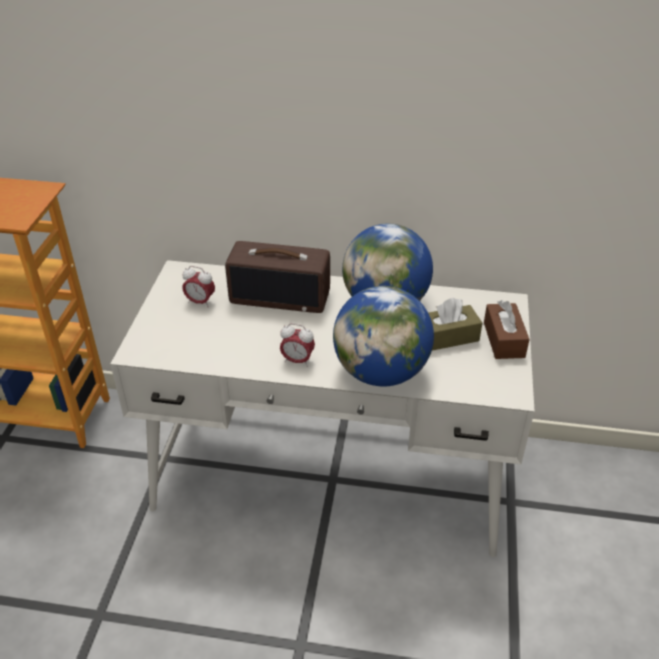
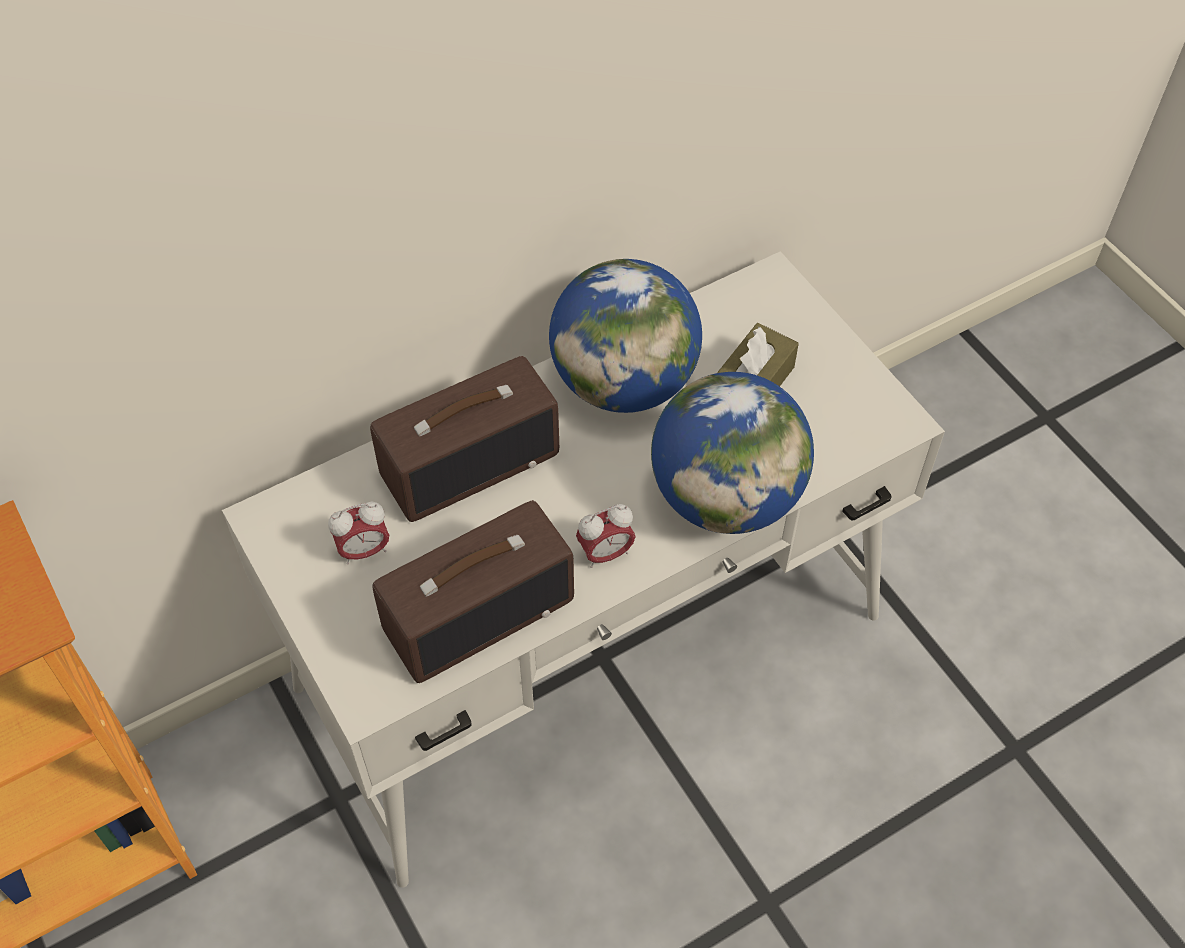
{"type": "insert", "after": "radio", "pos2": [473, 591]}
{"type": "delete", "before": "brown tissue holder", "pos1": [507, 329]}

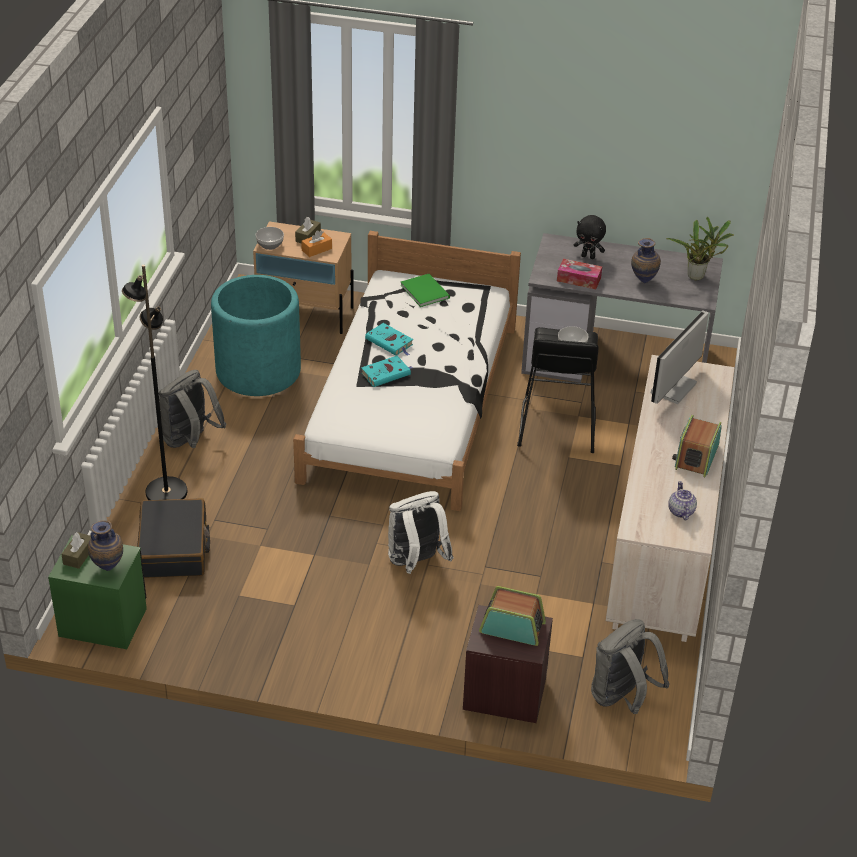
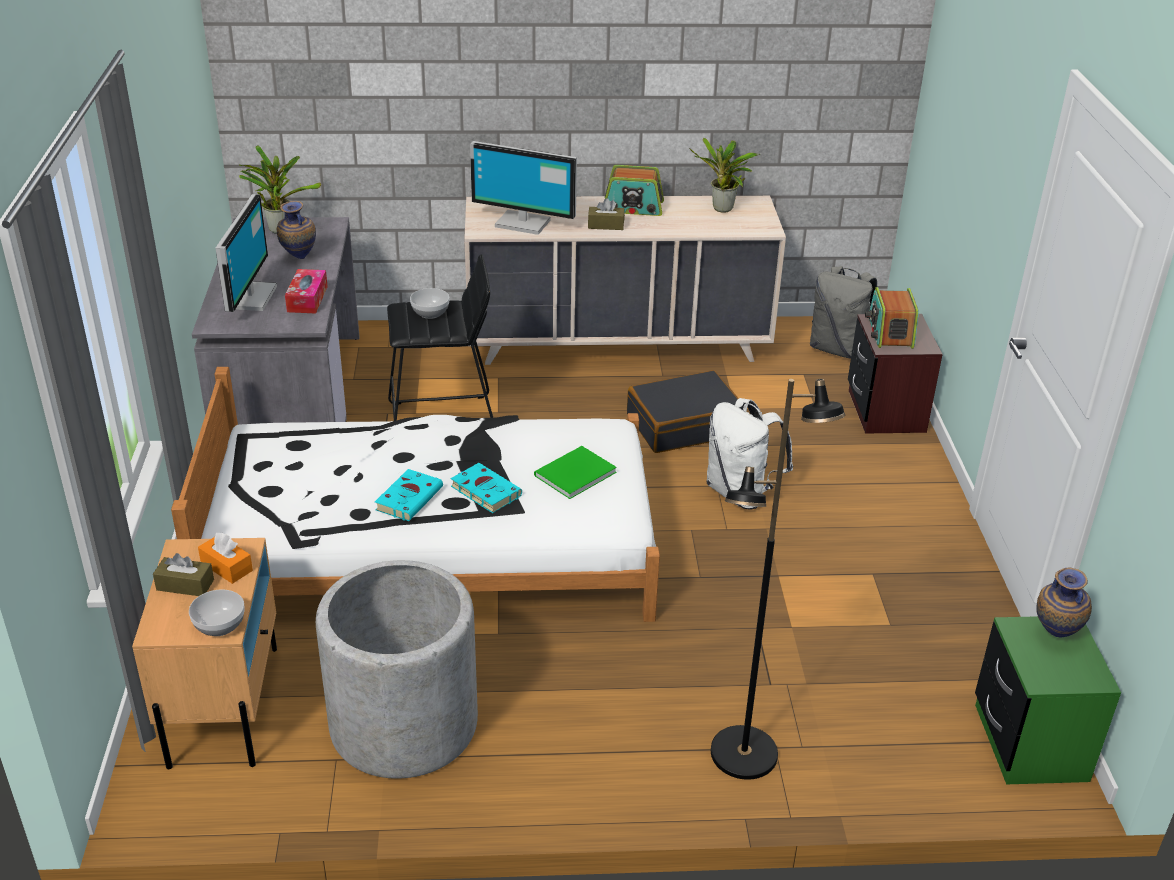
{"type": "replace", "before": "black plush toy", "after": "computer screen", "pos1": [590, 237], "pos2": [246, 253]}
{"type": "recolor", "before": "blue-green planter", "after": "greyish planter", "pos1": [256, 335], "pos2": [397, 669]}
{"type": "move", "before": "green-coloured book", "pos1": [425, 290], "pos2": [575, 472]}
{"type": "move", "before": "brown tissue holder", "pos1": [76, 550], "pos2": [606, 214]}
{"type": "move", "before": "black piece of luggage", "pos1": [173, 538], "pos2": [683, 411]}
{"type": "replace", "before": "tea pot", "after": "plant in a pot", "pos1": [682, 500], "pos2": [724, 175]}
{"type": "delete", "before": "greyish rucksack", "pos1": [192, 409]}

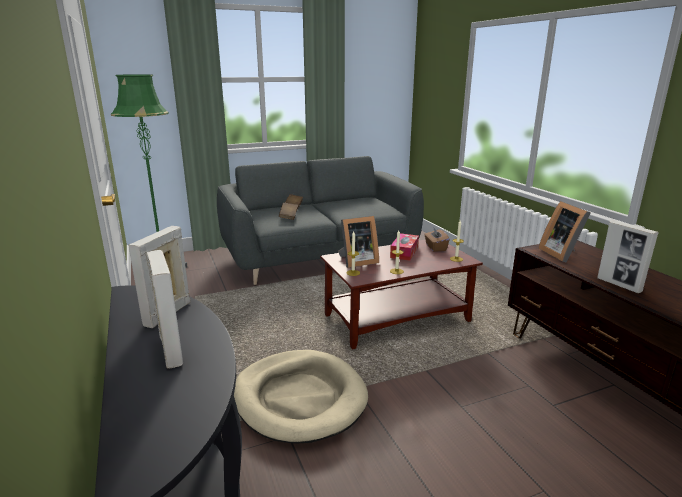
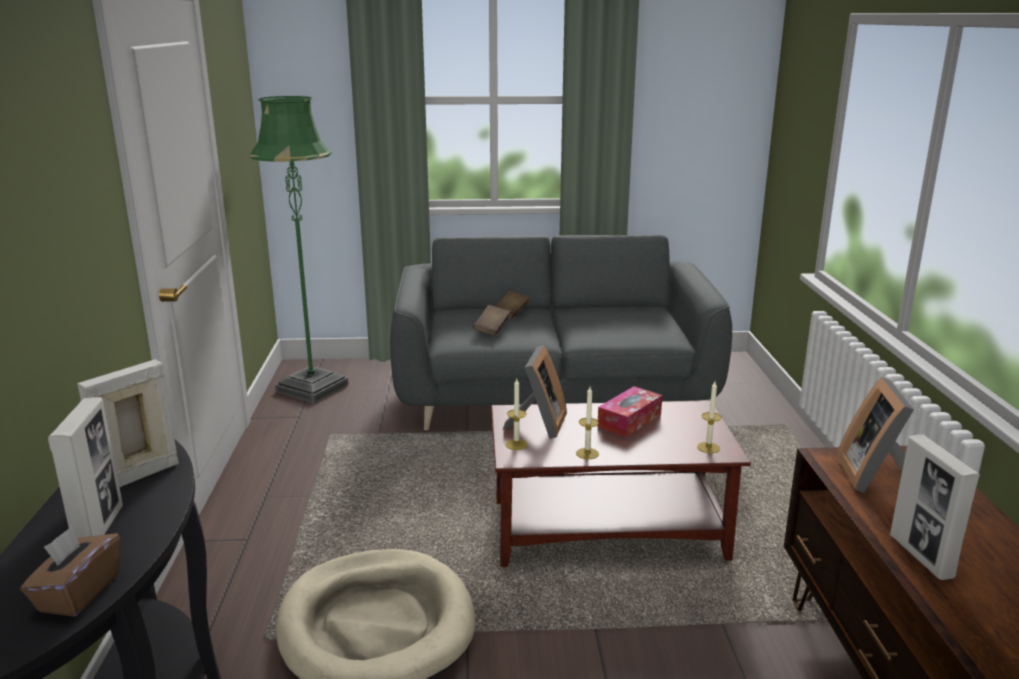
{"type": "move", "before": "brown tissue holder", "pos1": [437, 239], "pos2": [70, 571]}
{"type": "rotate", "before": "picture frame", "pos1": [358, 242], "pos2": [535, 392], "turn": -75}

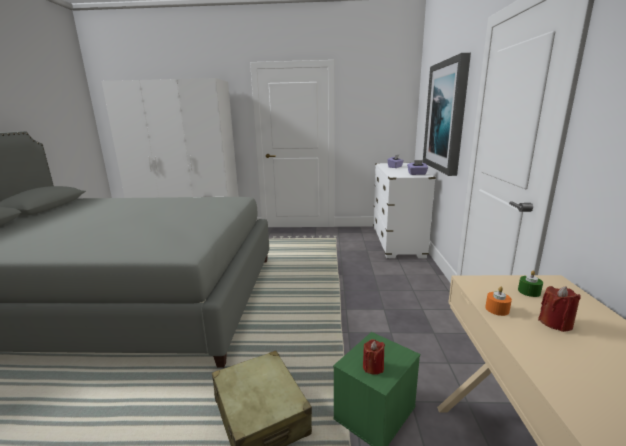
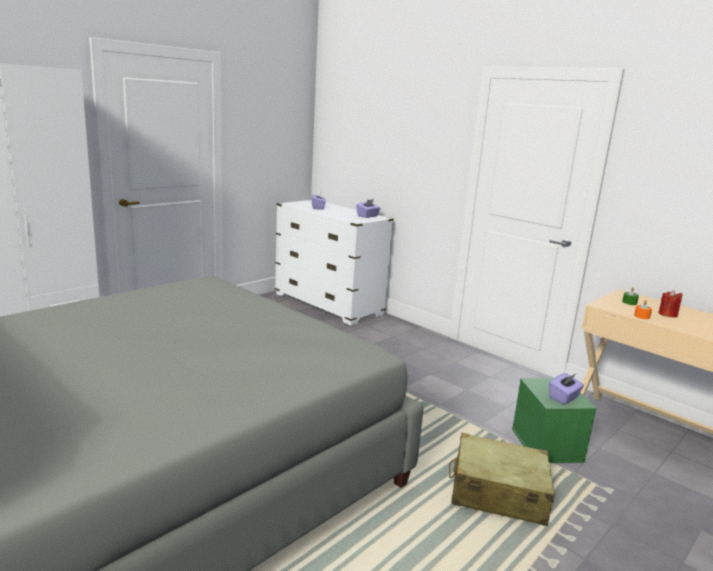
{"type": "replace", "before": "red-coloured candle", "after": "purple tissue holder", "pos1": [374, 357], "pos2": [566, 388]}
{"type": "delete", "before": "wall art", "pos1": [447, 114]}

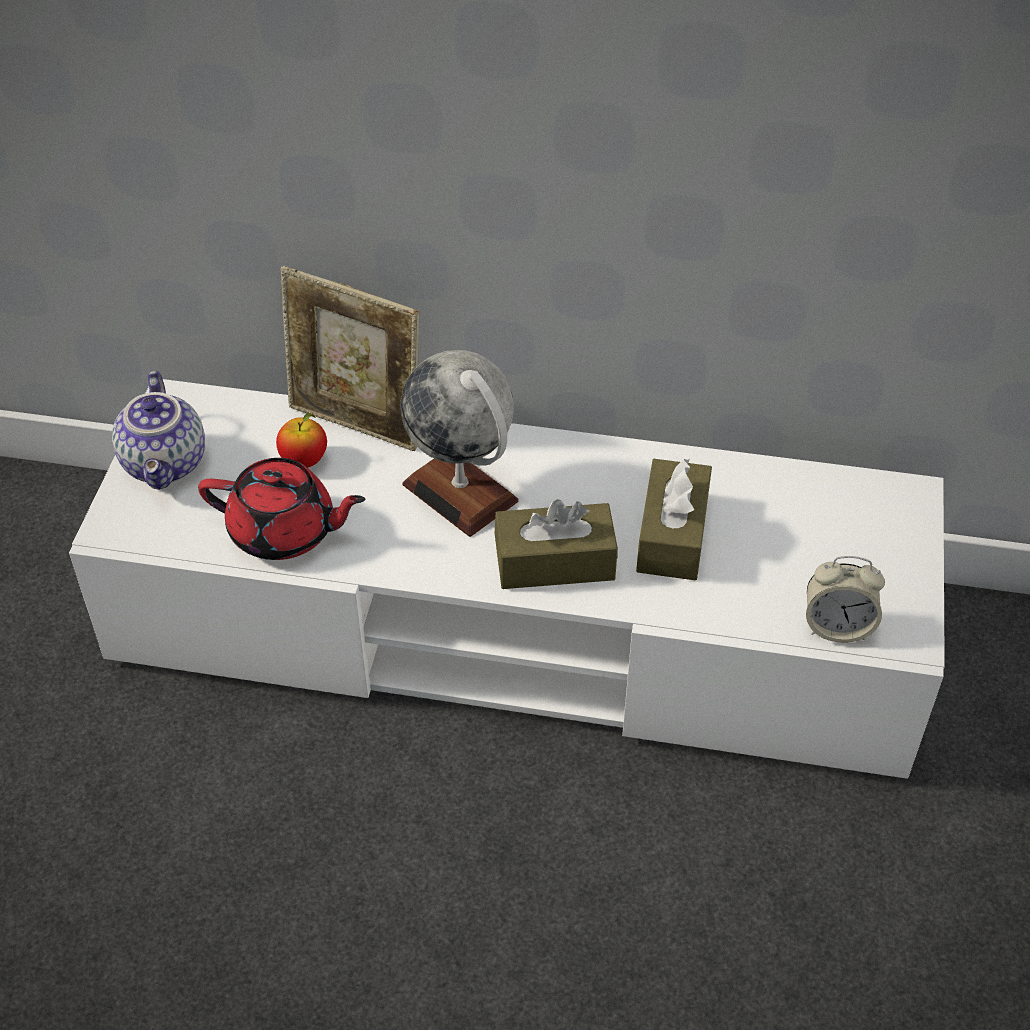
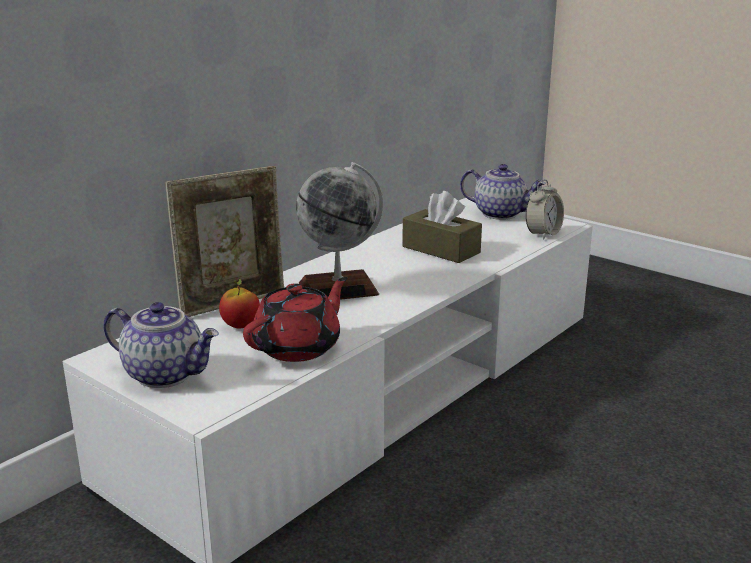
{"type": "insert", "after": "tea pot", "pos2": [503, 192]}
{"type": "delete", "before": "brown tissue holder", "pos1": [556, 544]}

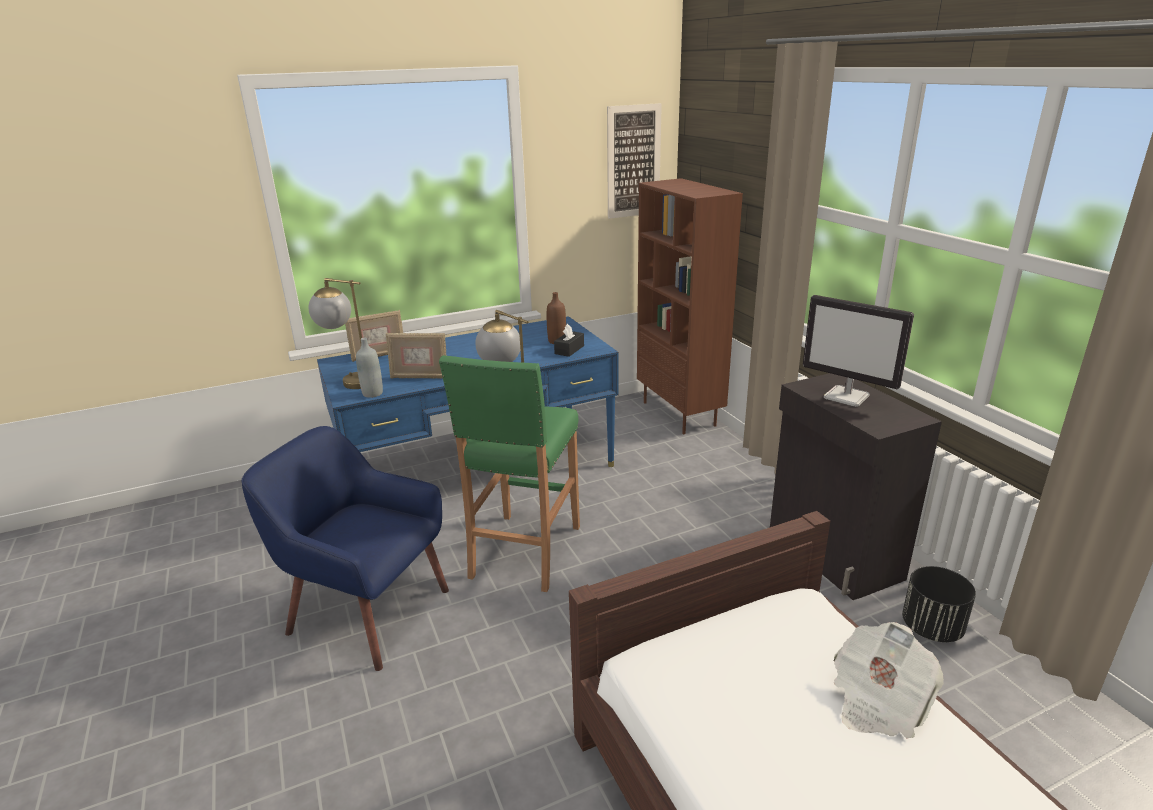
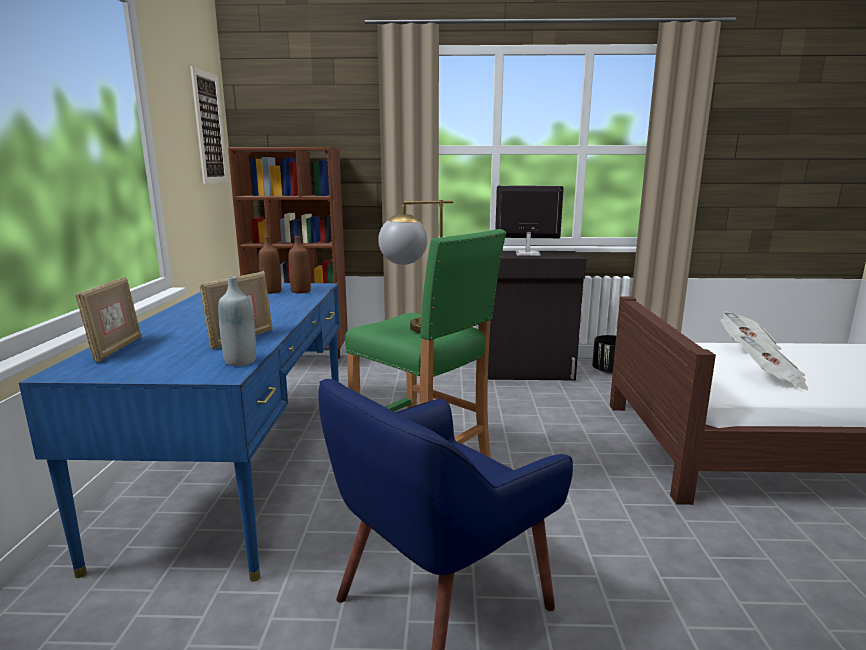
{"type": "replace", "before": "black tissue holder", "after": "brown drink bottle", "pos1": [569, 340], "pos2": [299, 264]}
{"type": "rotate", "before": "computer screen", "pos1": [858, 351], "pos2": [529, 221], "turn": -150}
{"type": "insert", "after": "printed paper", "pos2": [774, 363]}
{"type": "delete", "before": "lamp for a table", "pos1": [335, 333]}

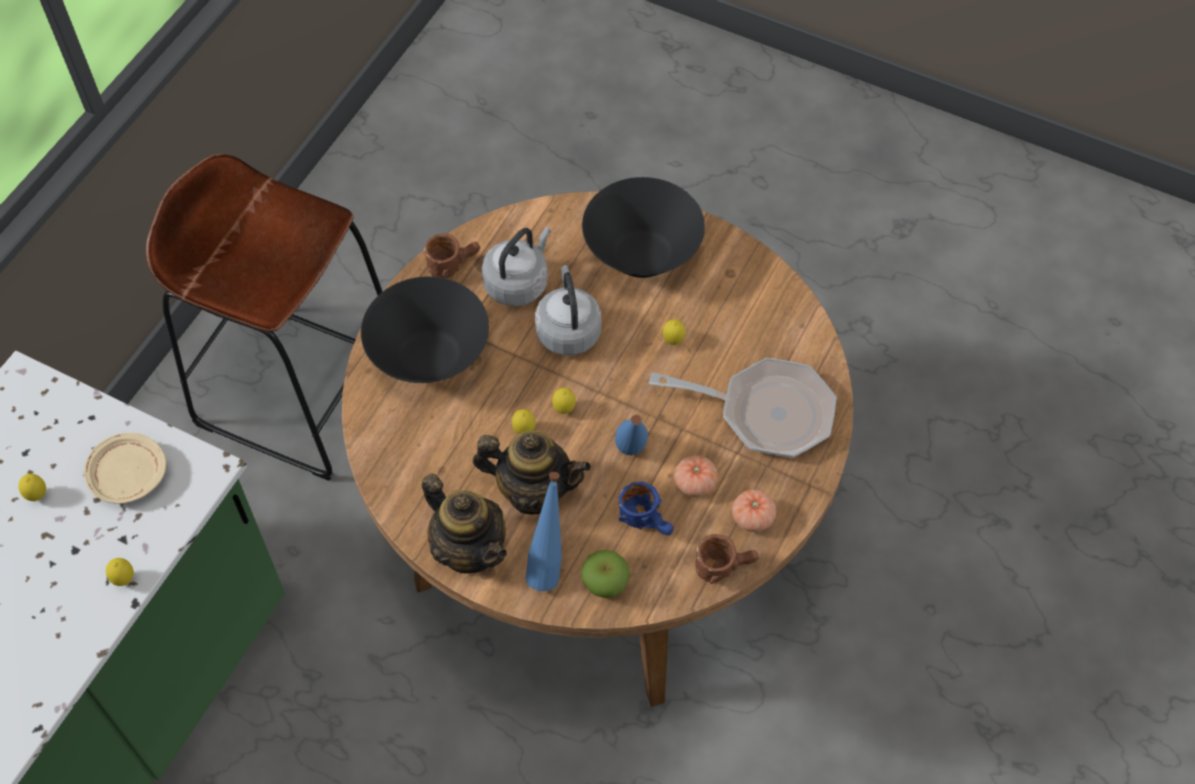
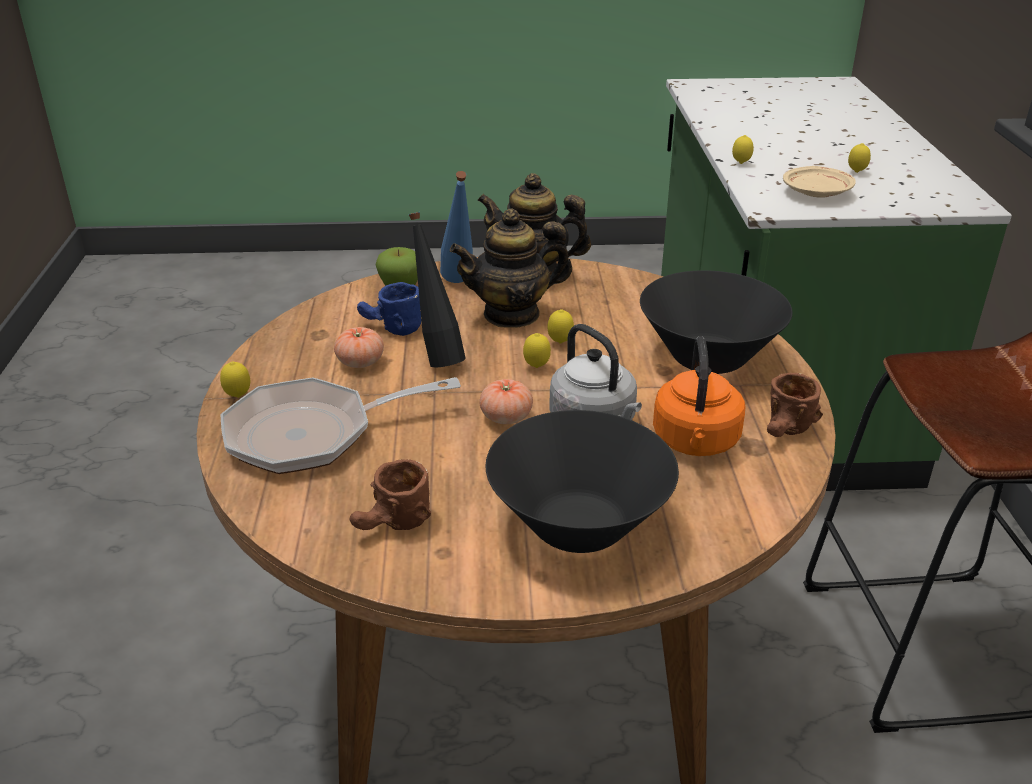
{"type": "move", "before": "whole lemon", "pos1": [674, 332], "pos2": [235, 380]}
{"type": "move", "before": "brown coffee mug", "pos1": [727, 559], "pos2": [390, 494]}
{"type": "recolor", "before": "blue drink bottle", "after": "black drink bottle", "pos1": [631, 435], "pos2": [437, 289]}
{"type": "move", "before": "fresh tomato", "pos1": [754, 511], "pos2": [506, 401]}
{"type": "recolor", "before": "greyish tea kettle", "after": "orange tea kettle", "pos1": [516, 266], "pos2": [699, 396]}

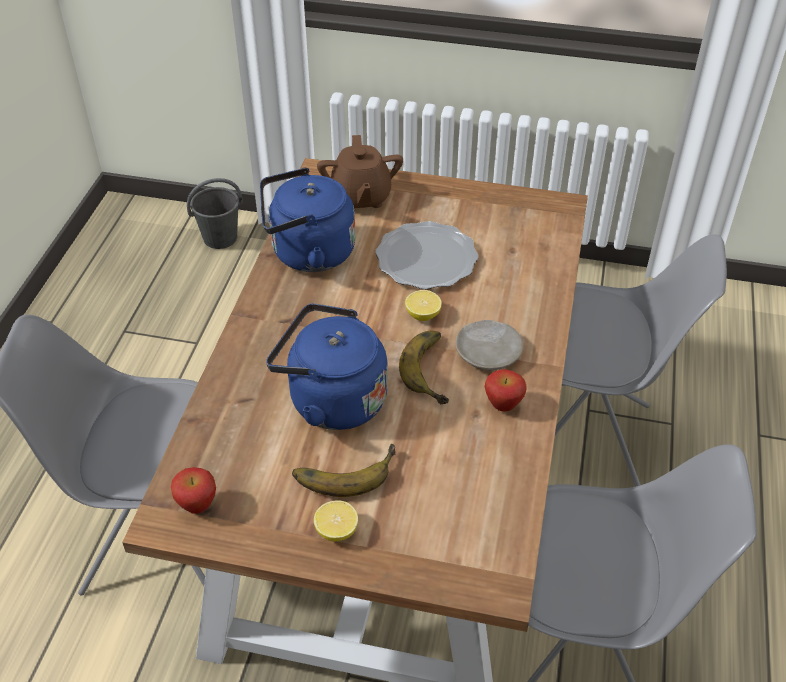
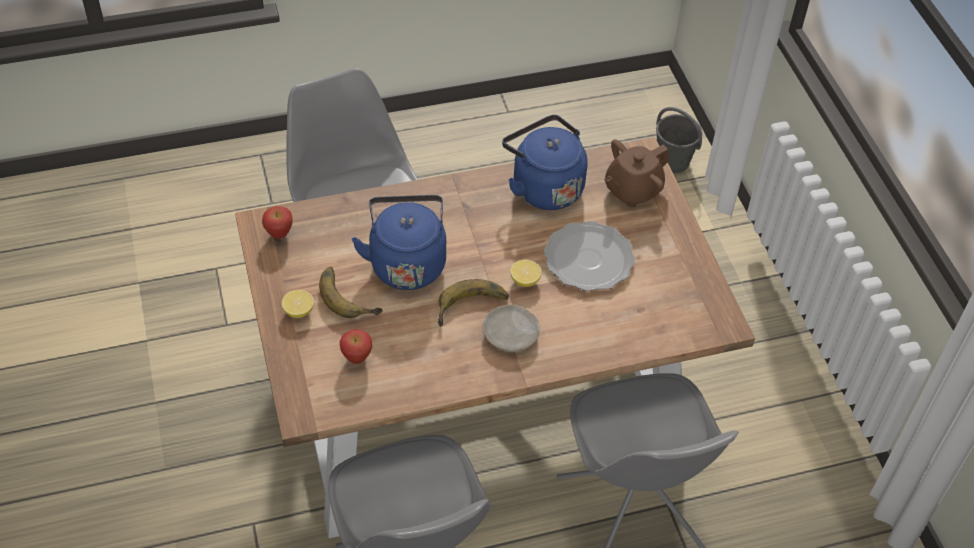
{"type": "move", "before": "whole apple", "pos1": [505, 390], "pos2": [355, 346]}

